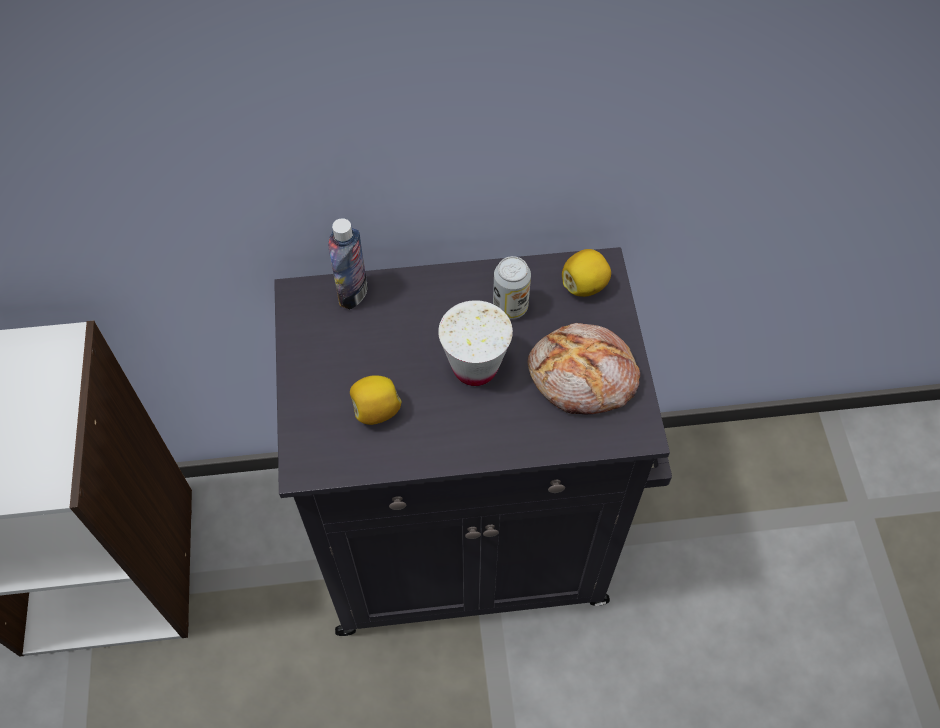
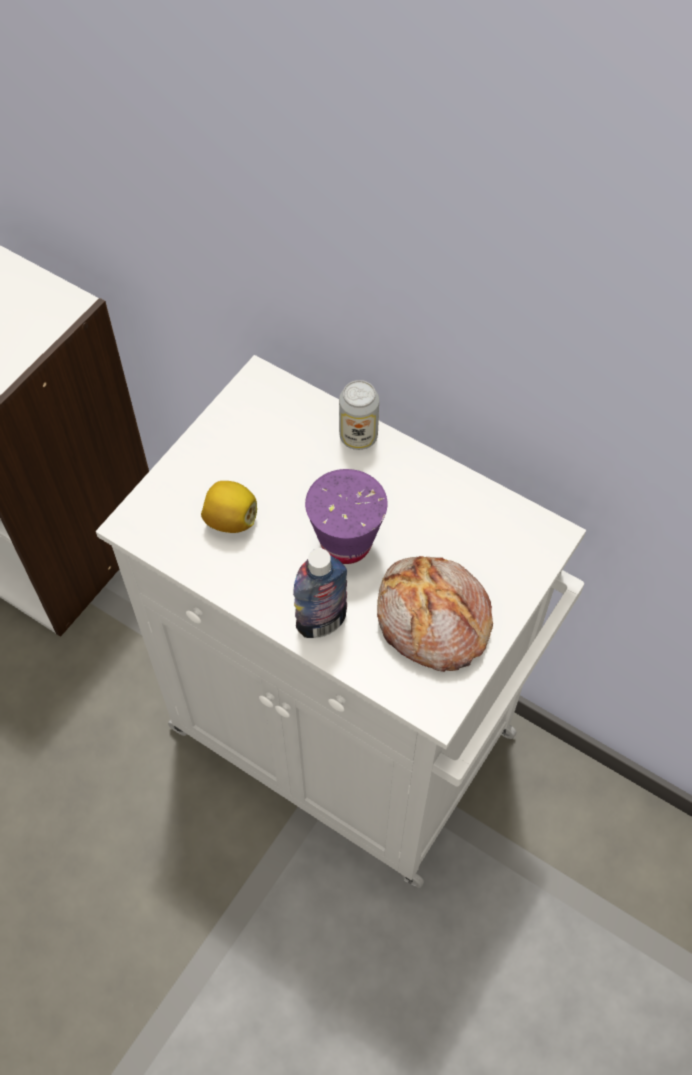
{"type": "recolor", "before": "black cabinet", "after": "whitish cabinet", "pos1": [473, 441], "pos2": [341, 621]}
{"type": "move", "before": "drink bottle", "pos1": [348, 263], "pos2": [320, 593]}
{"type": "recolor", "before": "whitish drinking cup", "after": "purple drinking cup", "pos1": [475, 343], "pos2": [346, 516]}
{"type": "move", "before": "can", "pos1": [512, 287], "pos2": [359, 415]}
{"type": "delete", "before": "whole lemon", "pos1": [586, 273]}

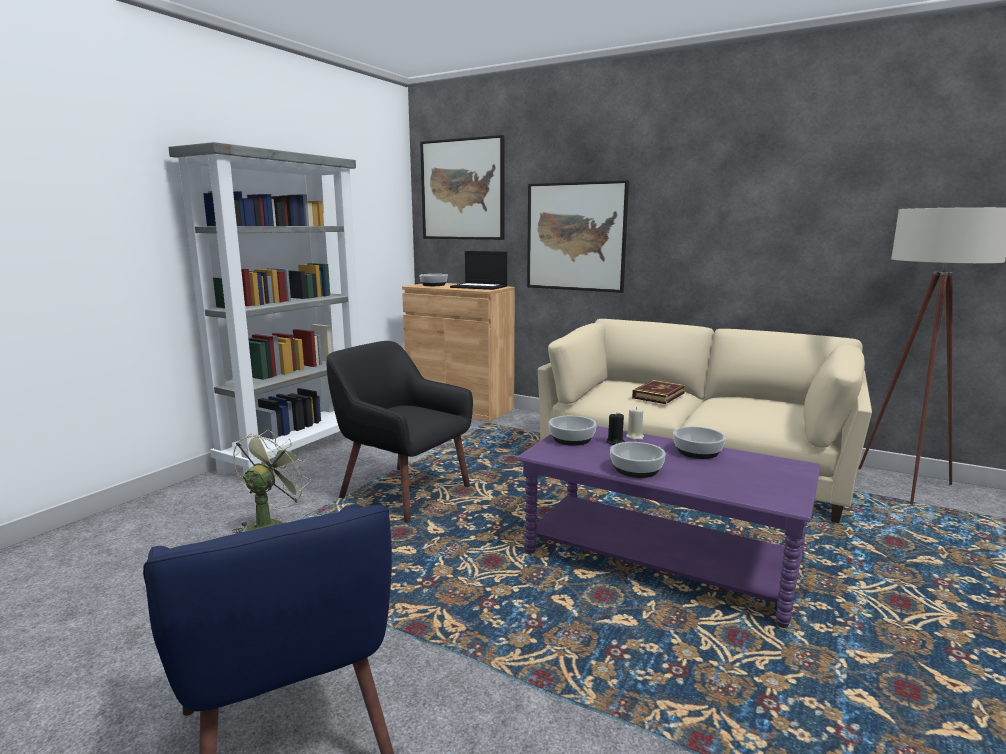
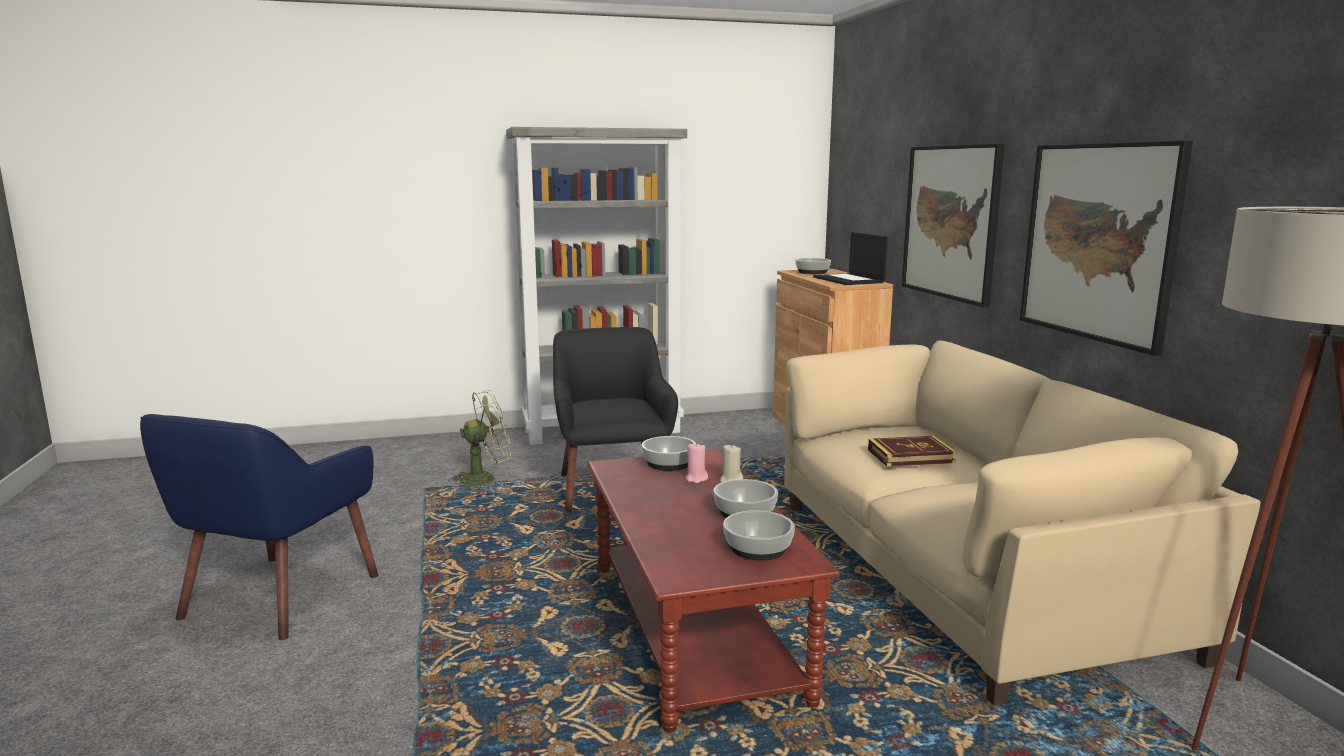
{"type": "recolor", "before": "purple low table", "after": "brown low table", "pos1": [668, 527], "pos2": [713, 591]}
{"type": "recolor", "before": "black candle", "after": "pink-coloured candle", "pos1": [616, 429], "pos2": [696, 462]}
{"type": "move", "before": "serving bowl", "pos1": [638, 460], "pos2": [759, 535]}
{"type": "move", "before": "wall art", "pos1": [462, 187], "pos2": [1106, 248]}

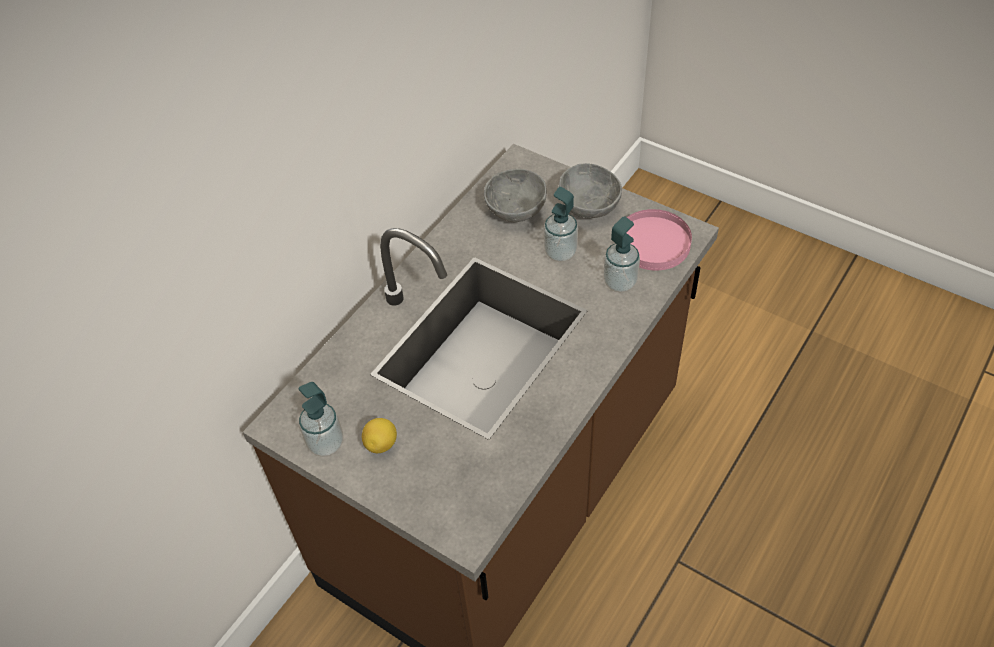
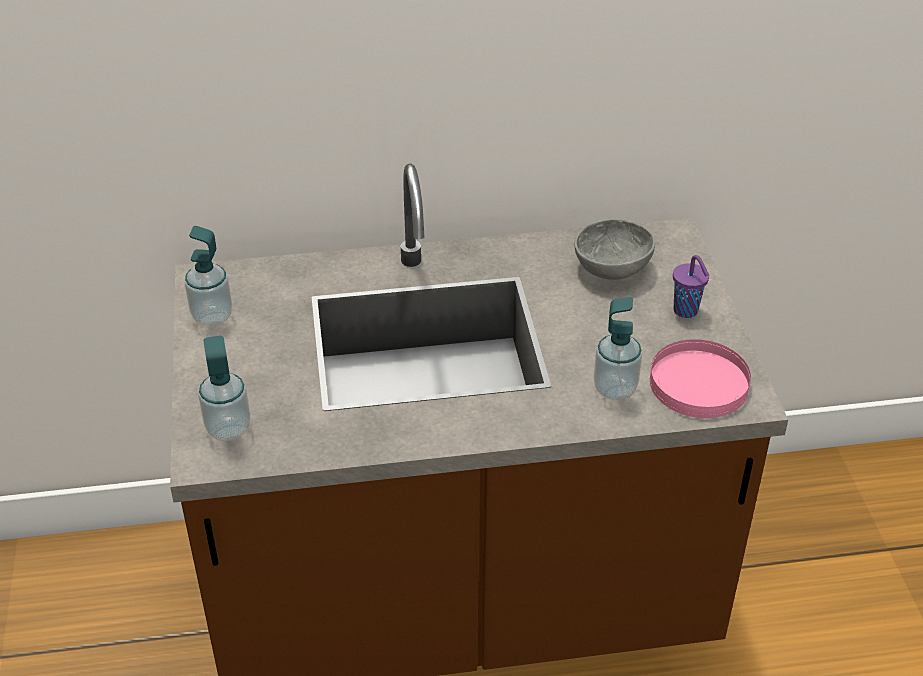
{"type": "move", "before": "liquid soap bottle", "pos1": [561, 224], "pos2": [224, 388]}
{"type": "replace", "before": "greyish serving bowl", "after": "purple drinking cup", "pos1": [590, 190], "pos2": [691, 286]}
{"type": "delete", "before": "whole lemon", "pos1": [379, 435]}

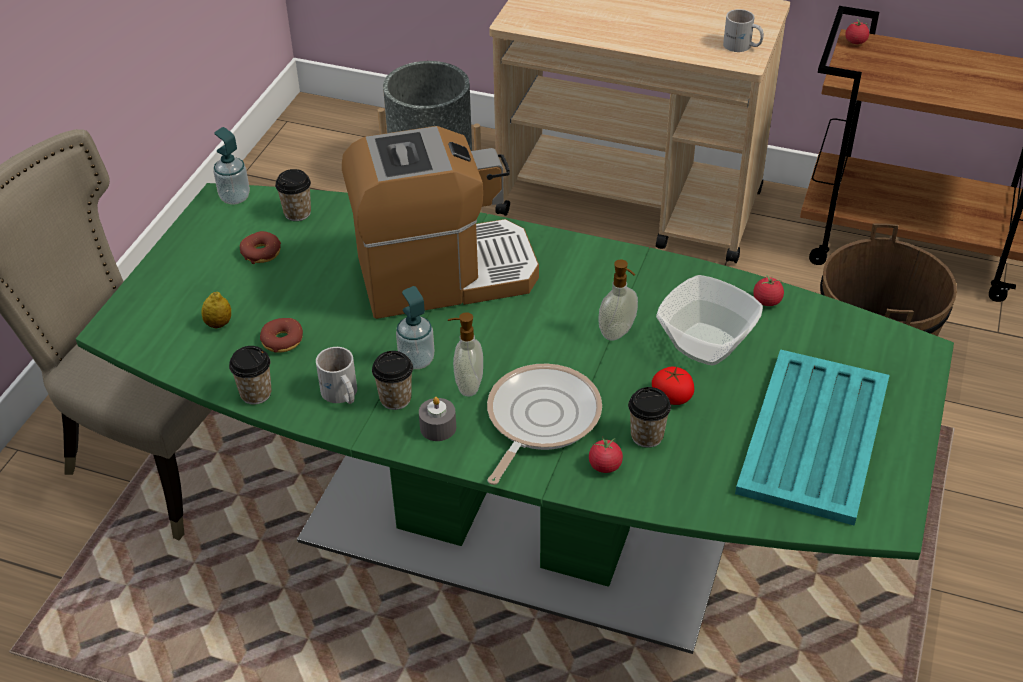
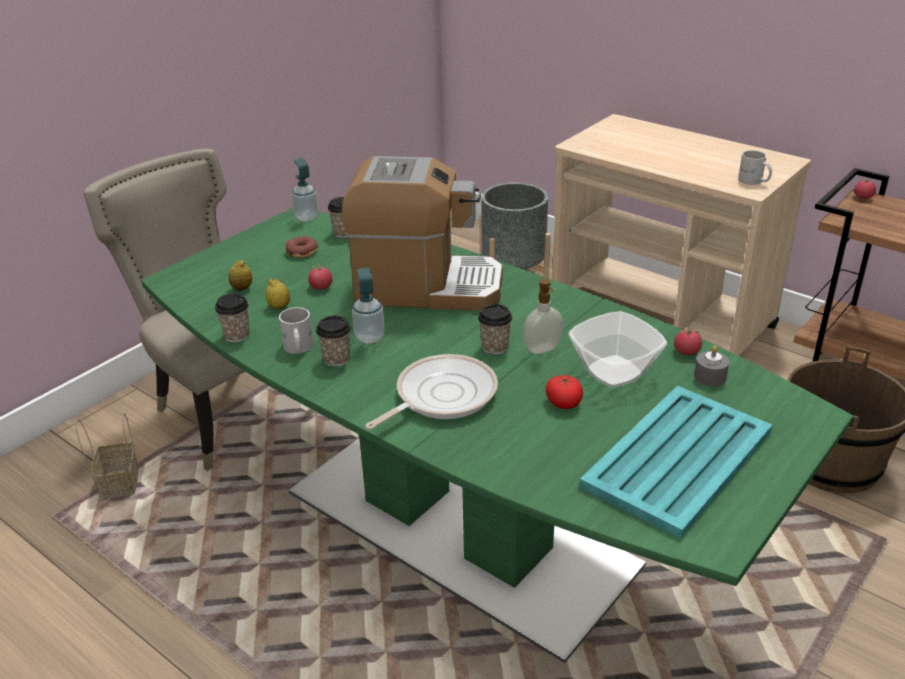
{"type": "insert", "after": "household basket", "pos2": [106, 456]}
{"type": "replace", "before": "donut", "after": "whole lemon", "pos1": [281, 335], "pos2": [278, 293]}
{"type": "move", "before": "fresh tomato", "pos1": [606, 454], "pos2": [320, 276]}
{"type": "move", "before": "drinking cup", "pos1": [649, 417], "pos2": [495, 329]}
{"type": "move", "before": "greyish candle", "pos1": [437, 419], "pos2": [711, 366]}
{"type": "delete", "before": "liquid soap bottle", "pos1": [465, 354]}

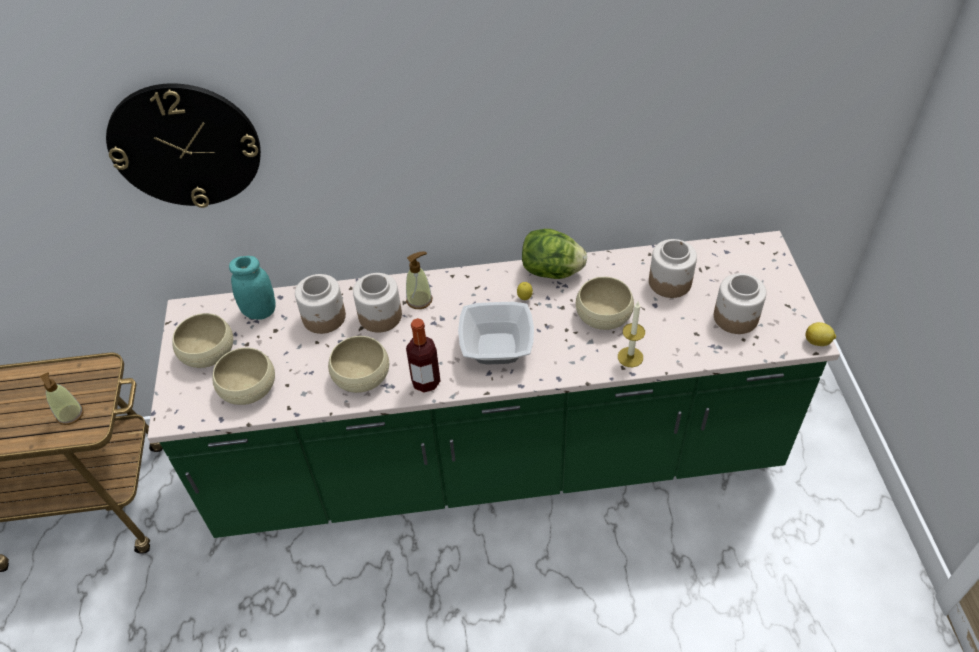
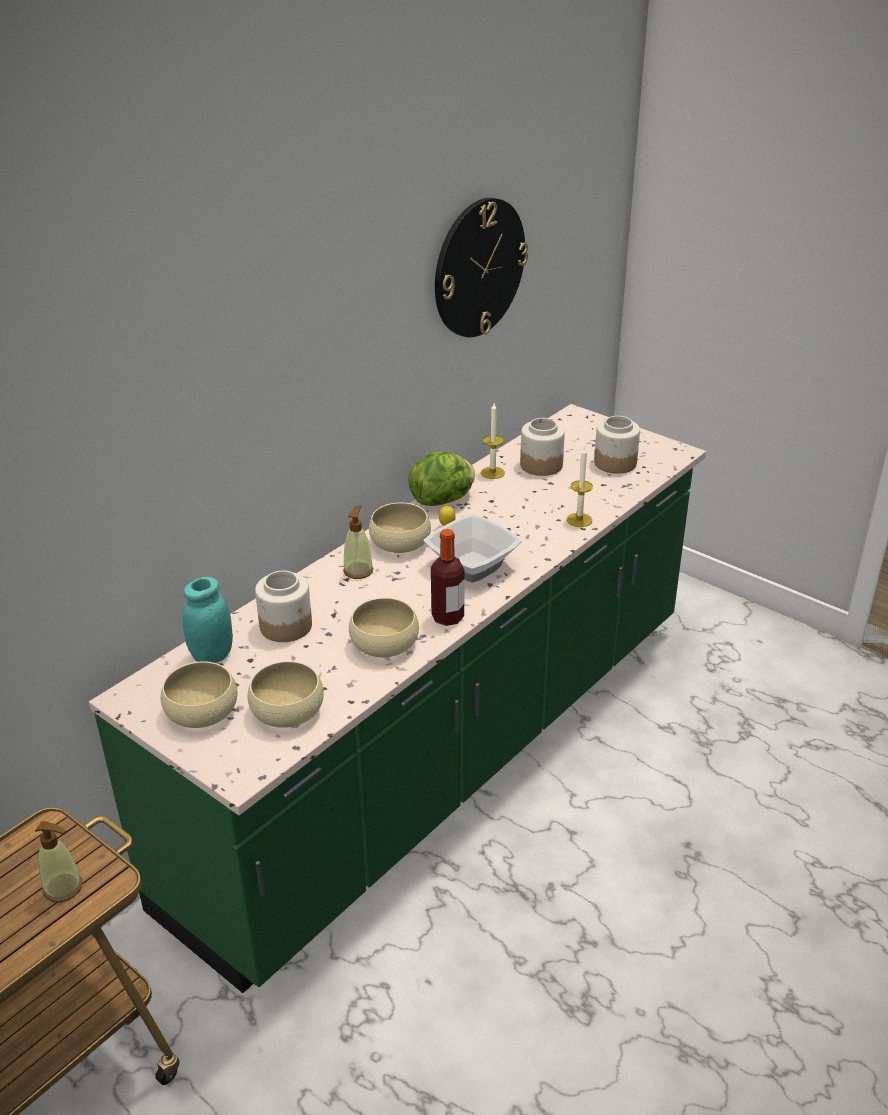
{"type": "move", "before": "beige-coloured serving bowl", "pos1": [605, 303], "pos2": [400, 527]}
{"type": "move", "before": "hanging clock", "pos1": [183, 145], "pos2": [481, 267]}
{"type": "insert", "after": "candle", "pos2": [493, 441]}
{"type": "delete", "before": "storage jar", "pos1": [377, 303]}
{"type": "delete", "before": "whole lemon", "pos1": [821, 334]}

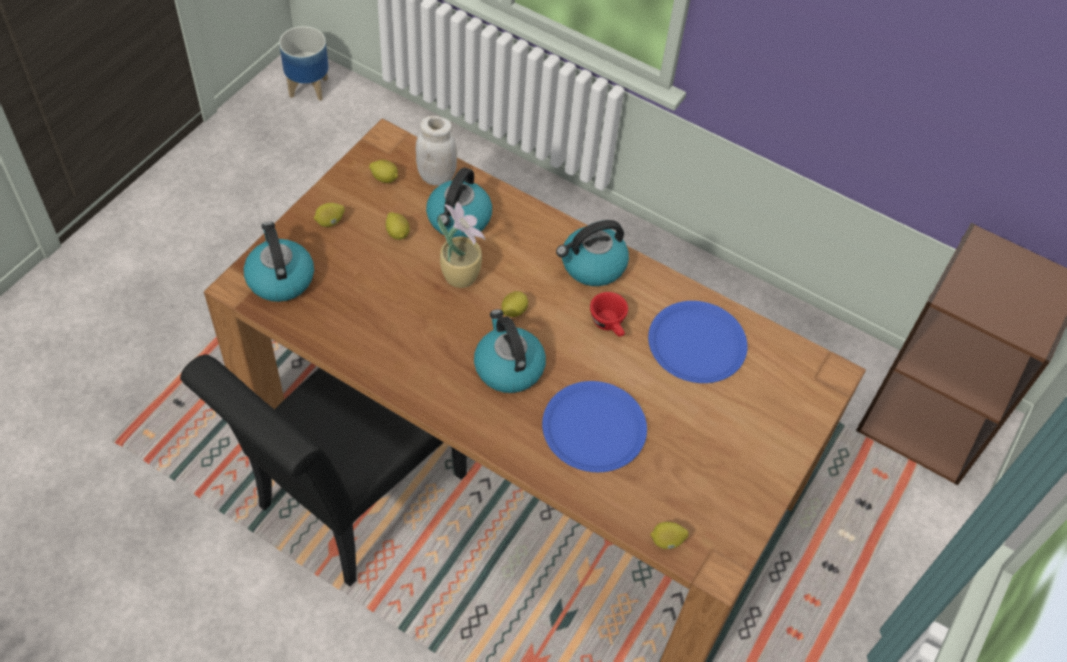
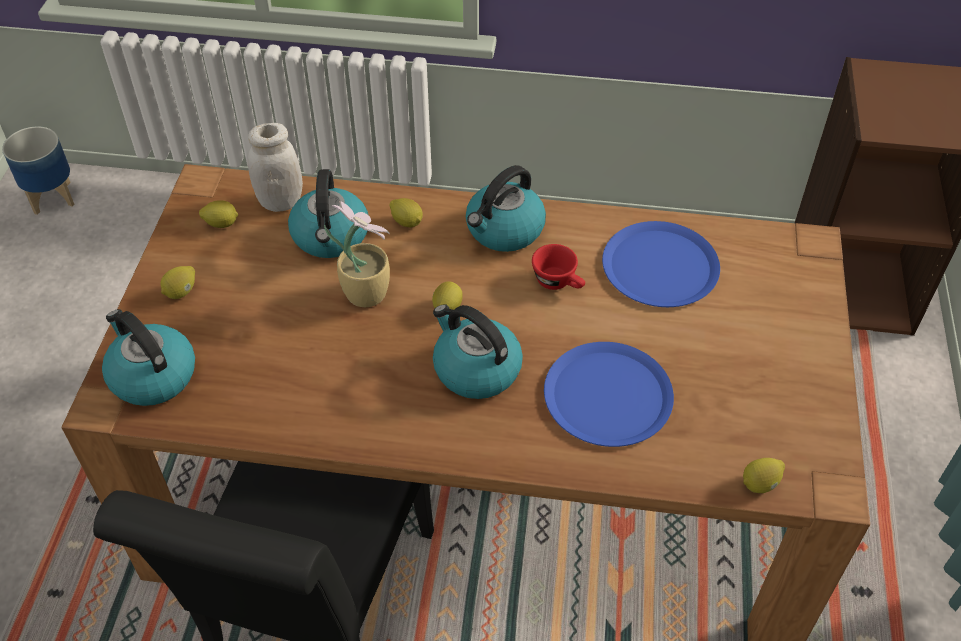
{"type": "move", "before": "whole lemon", "pos1": [398, 226], "pos2": [406, 212]}

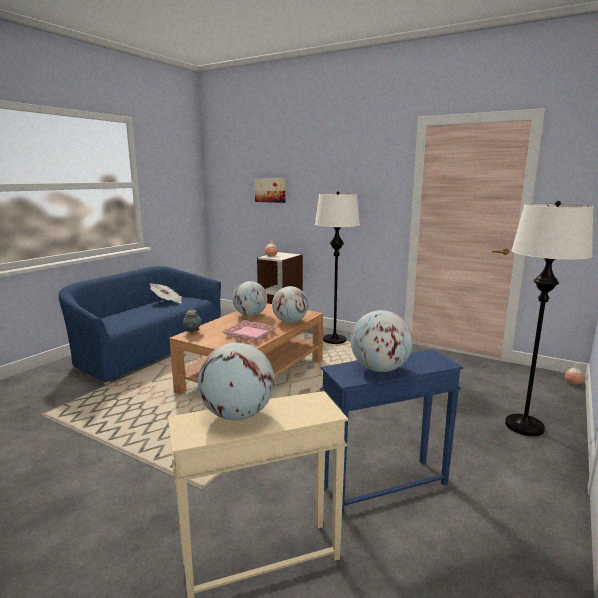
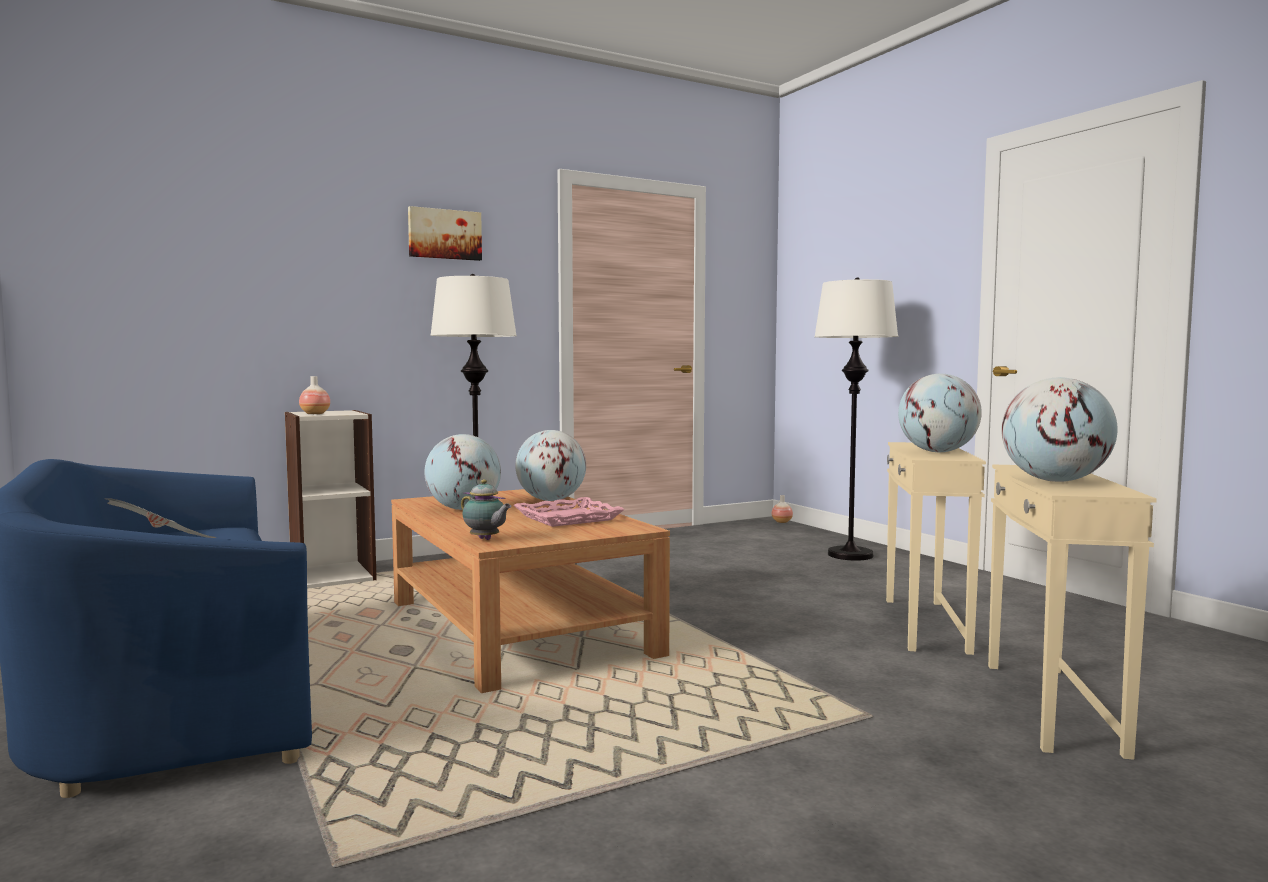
{"type": "move", "before": "wall art", "pos1": [270, 191], "pos2": [445, 233]}
{"type": "recolor", "before": "blue accent table", "after": "beige-coloured accent table", "pos1": [391, 431], "pos2": [936, 548]}

